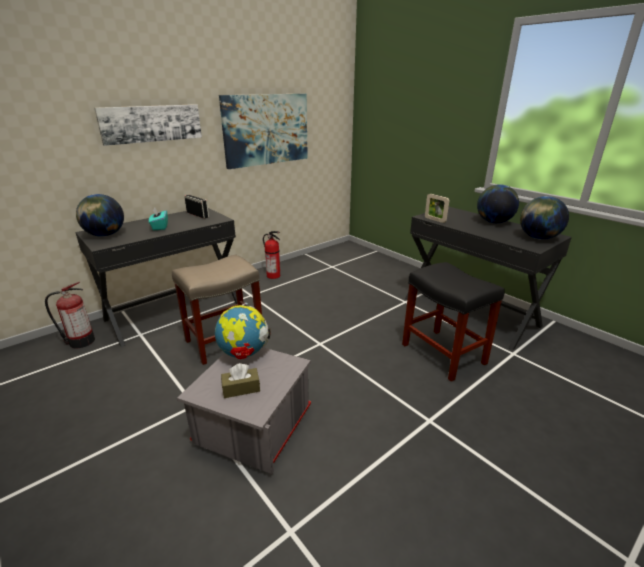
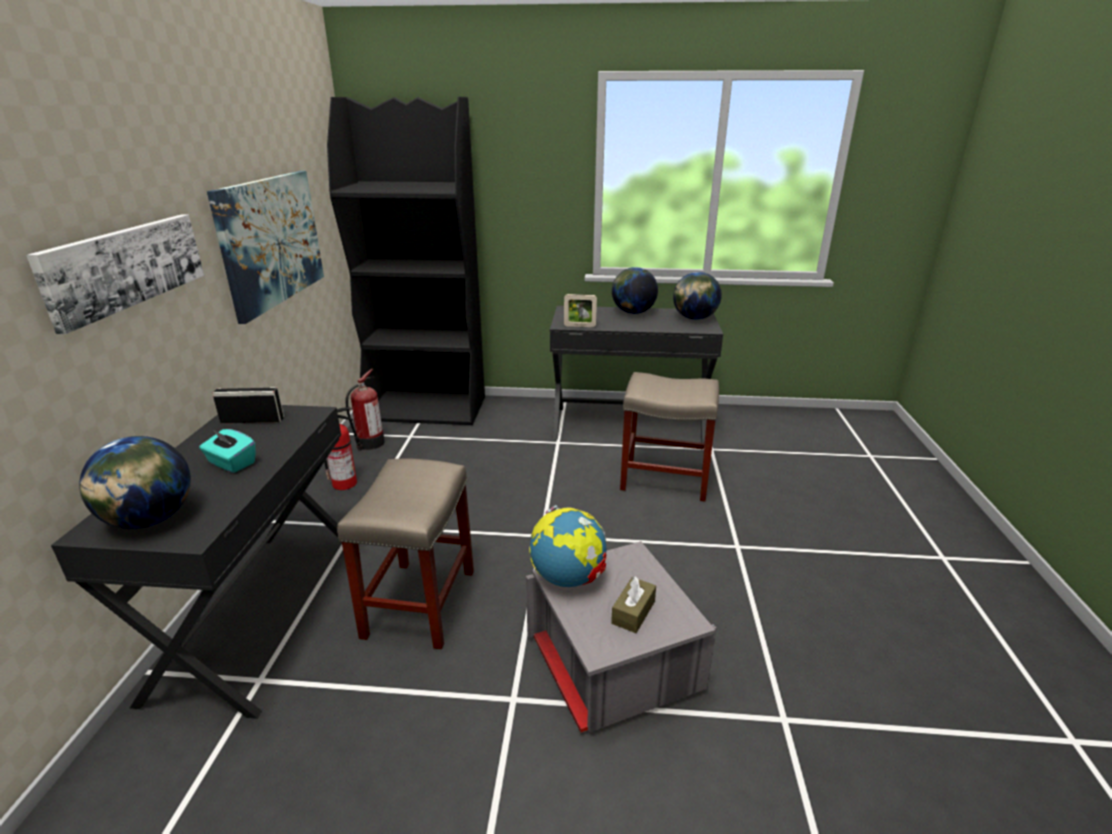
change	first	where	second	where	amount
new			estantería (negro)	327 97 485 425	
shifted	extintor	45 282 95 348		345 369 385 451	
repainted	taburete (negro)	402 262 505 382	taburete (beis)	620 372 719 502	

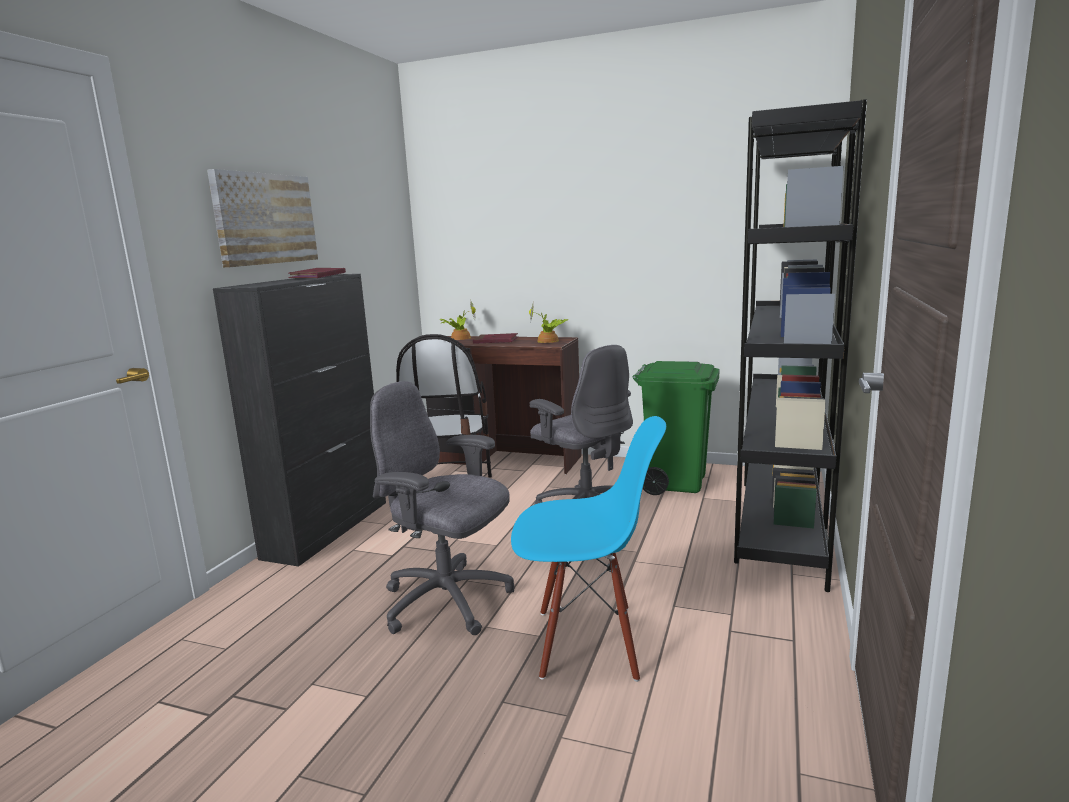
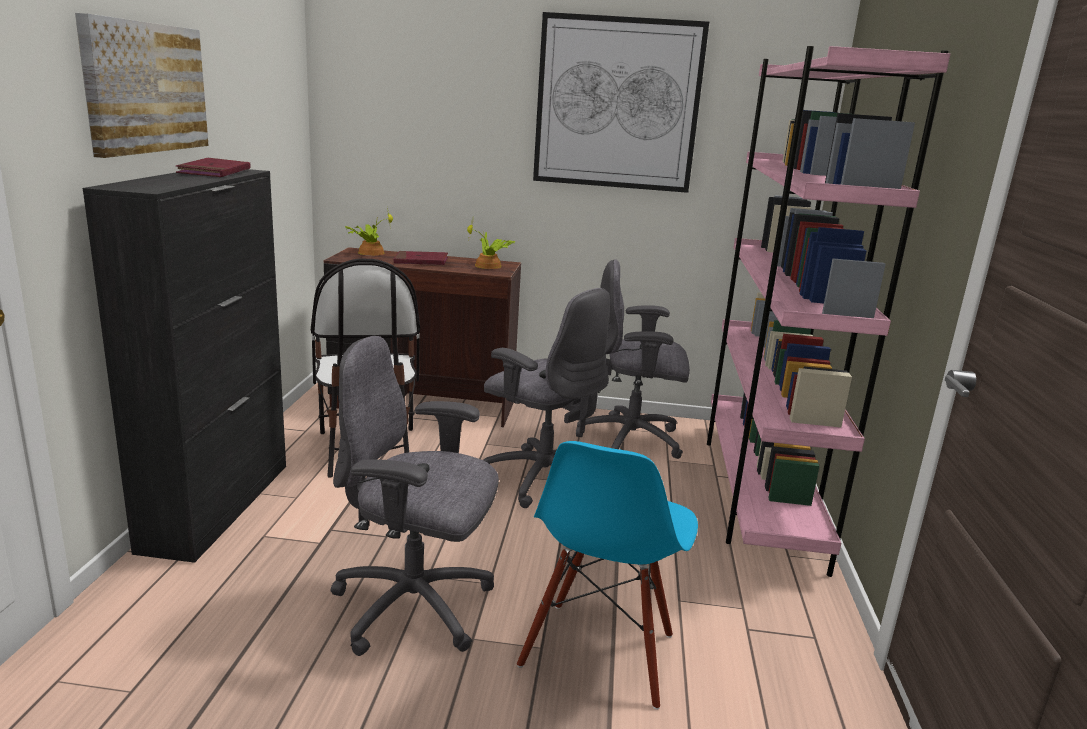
change	first	where	second	where	amount
new			cuadro	533 12 709 193	
swapped	papelera (verde)	633 361 720 495	silla de oficina (gris)	576 259 690 459	
repainted	estantería (negro)	734 99 867 592	estantería (rosa)	707 46 950 577	
rotated	silla (azul)	511 416 666 682		517 441 698 710	120 degrees clockwise

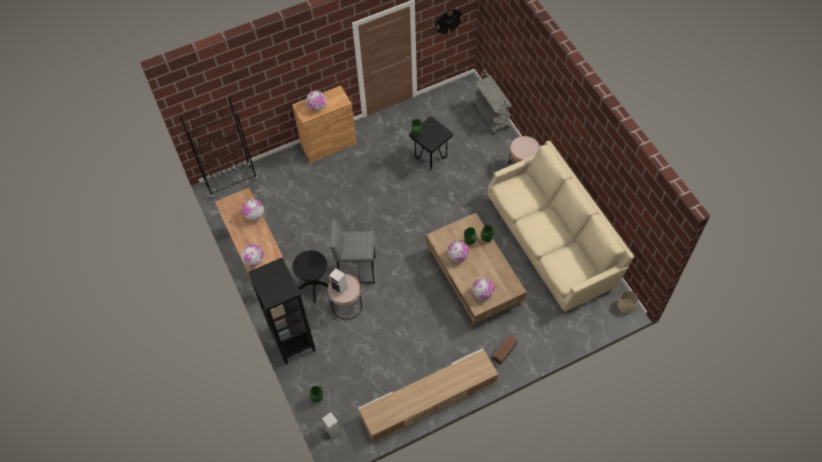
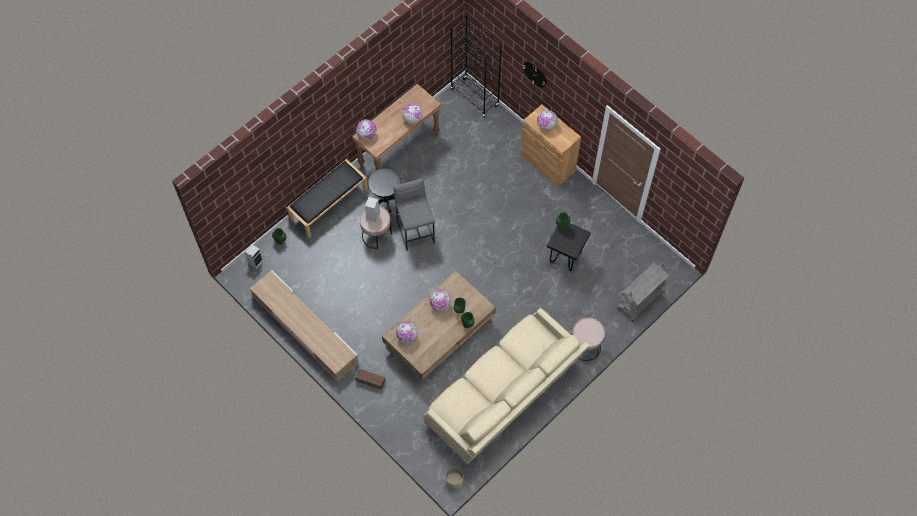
change	first	where	second	where	amount
shifted	reloj de pared	435 9 463 34		523 61 547 88	
swapped	estantería (negro)	248 257 315 364	banco (negro)	287 159 368 238	

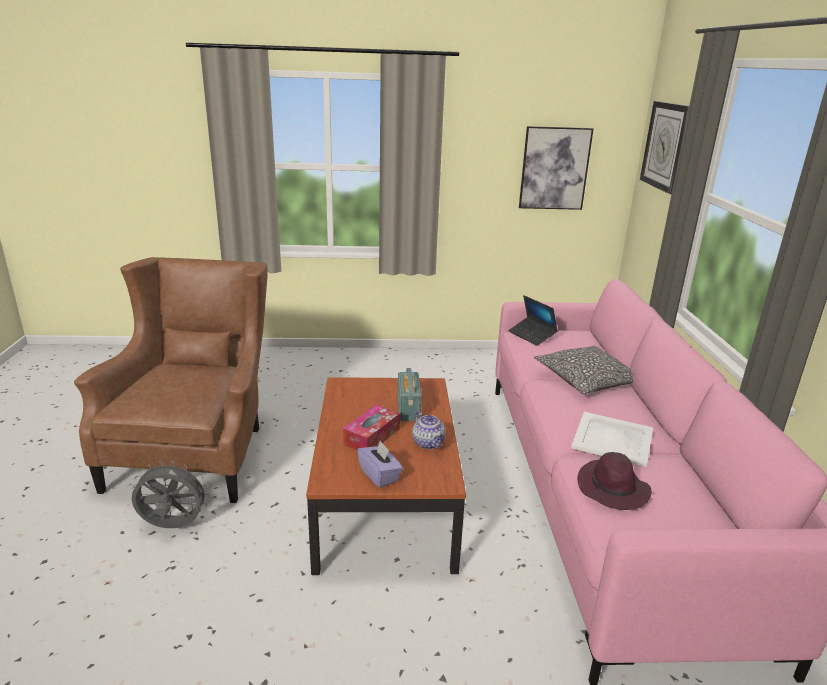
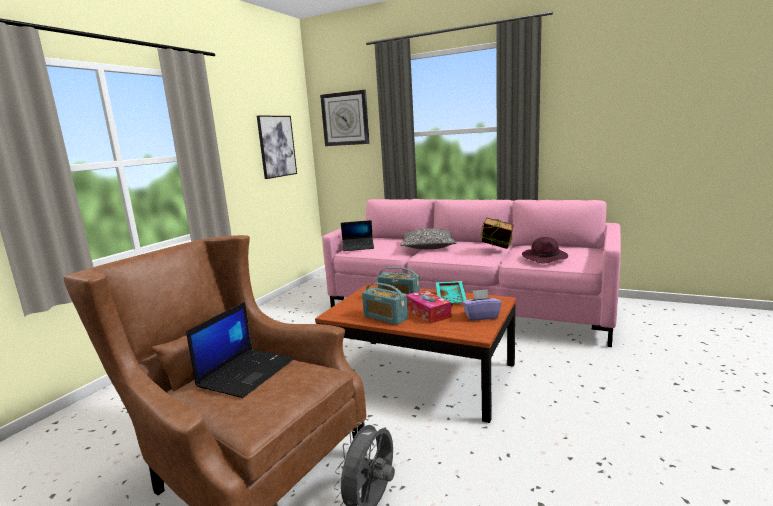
change	first	where	second	where	amount
new			portátil	186 302 294 398	
new			radio	362 283 408 325	
swapped	tetera	412 411 445 449	bandeja (turquesa)	436 281 467 305	
swapped	bandeja (blanco)	571 412 653 467	libro	481 217 513 249	

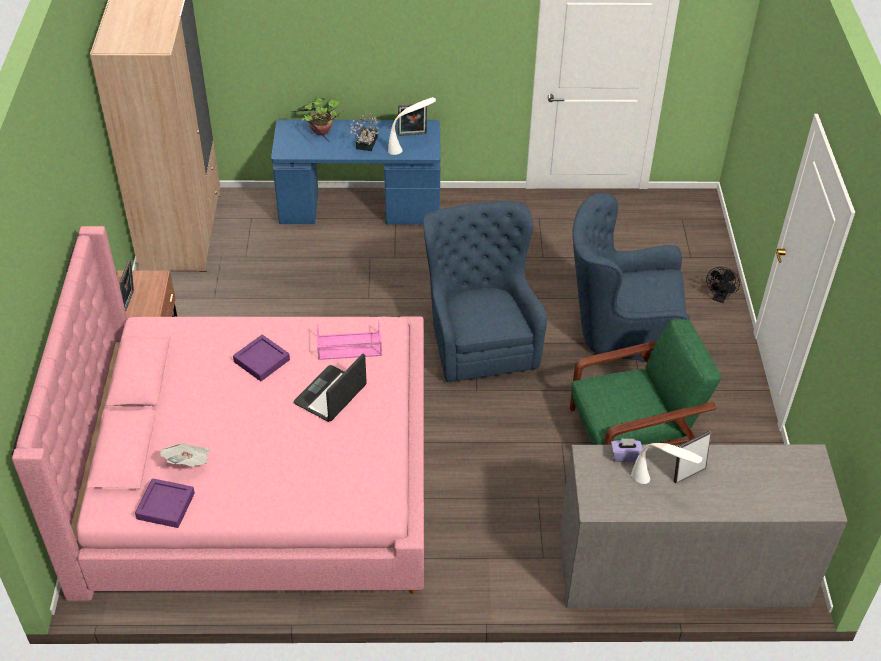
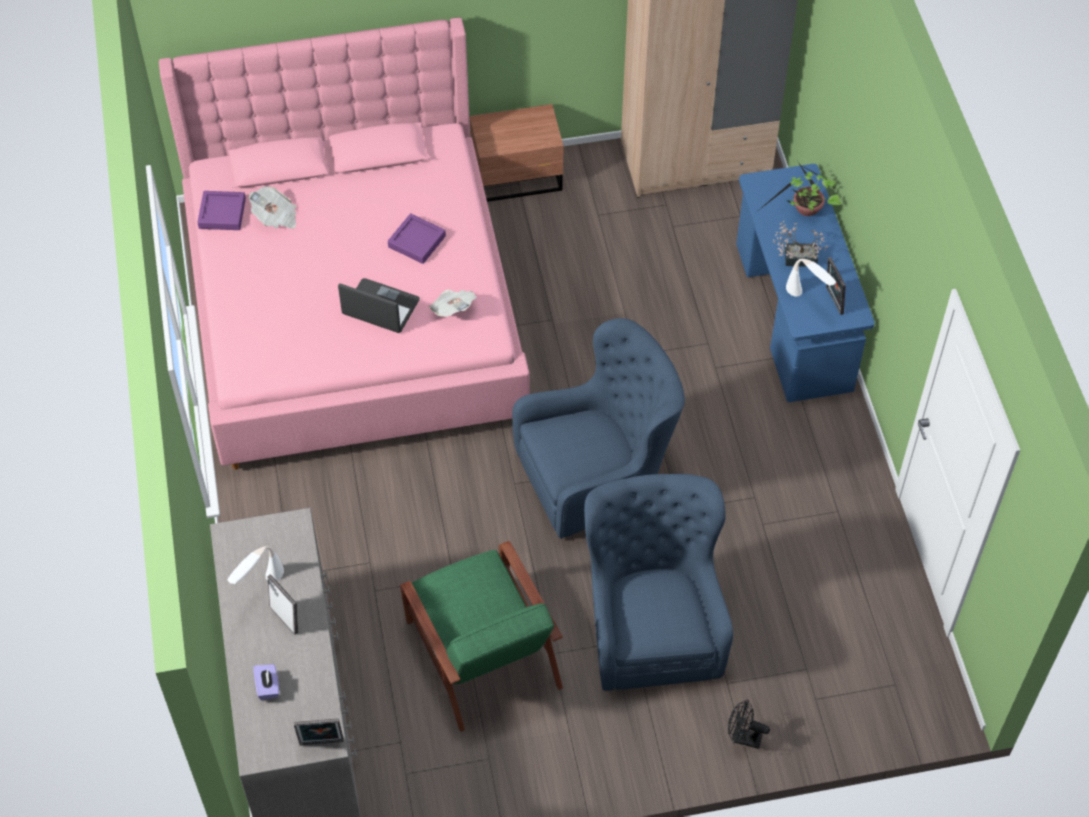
change	first	where	second	where	amount
shifted	portarretratos	119 260 134 311		294 718 344 745	
shifted	caja de pañuelos (morado)	611 438 643 462		254 664 279 700	
swapped	bandeja (rosa)	317 320 382 360	periódico	428 289 476 317	

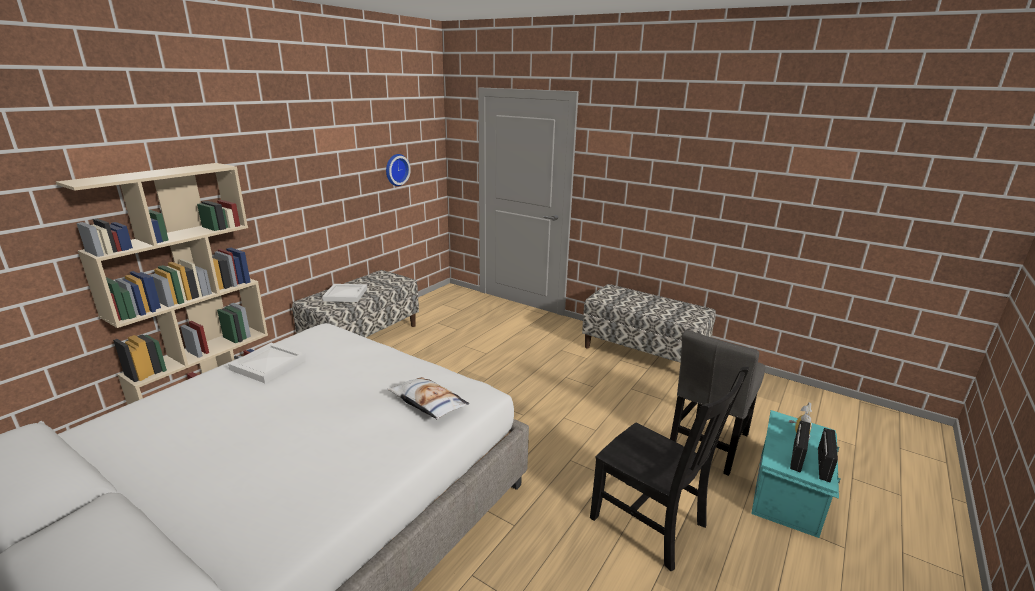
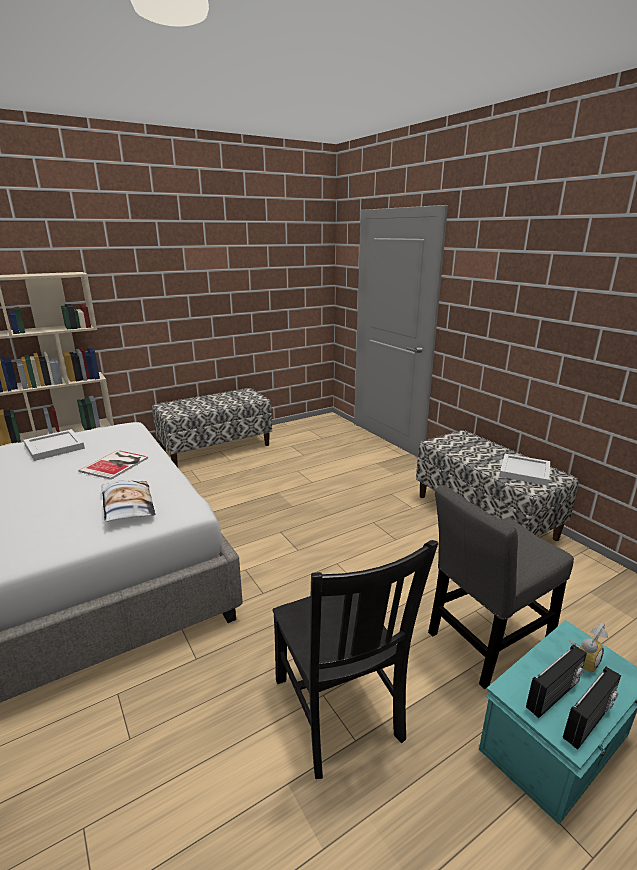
change	first	where	second	where	amount
gone	reloj de pared	386 154 411 186			
new			libro	79 450 148 480	
shifted	bandeja (blanco)	322 284 367 302		499 454 550 486	

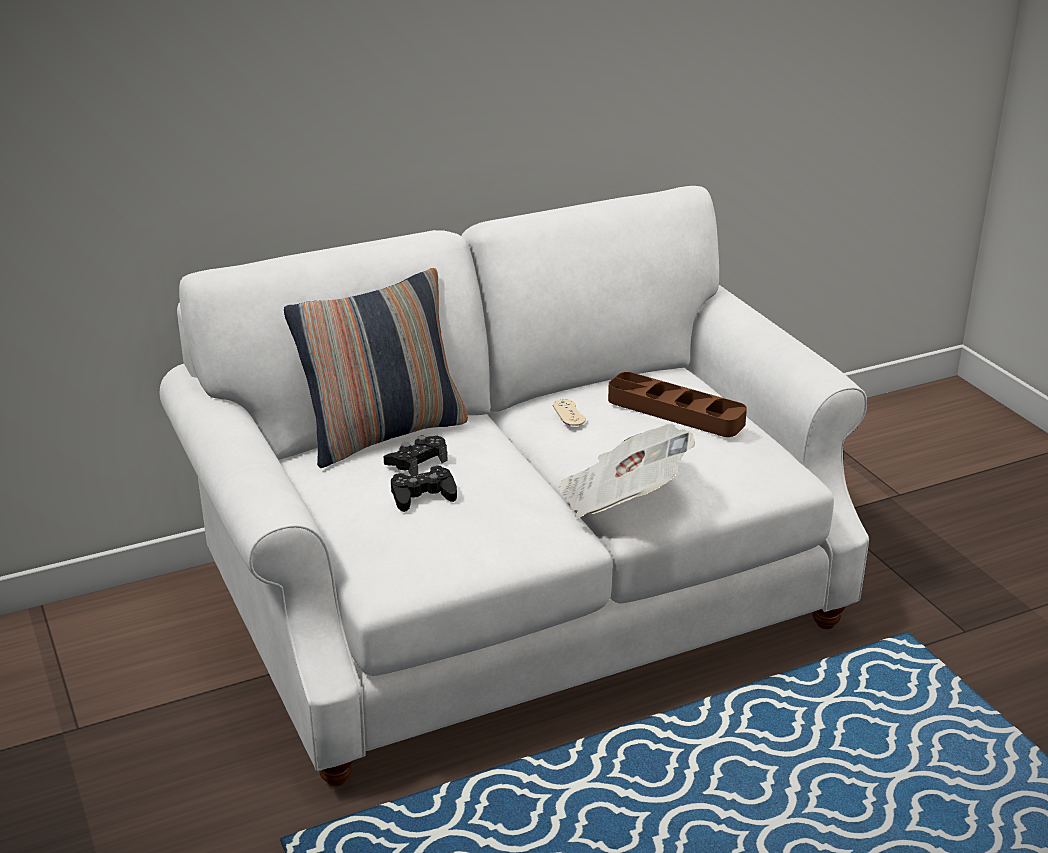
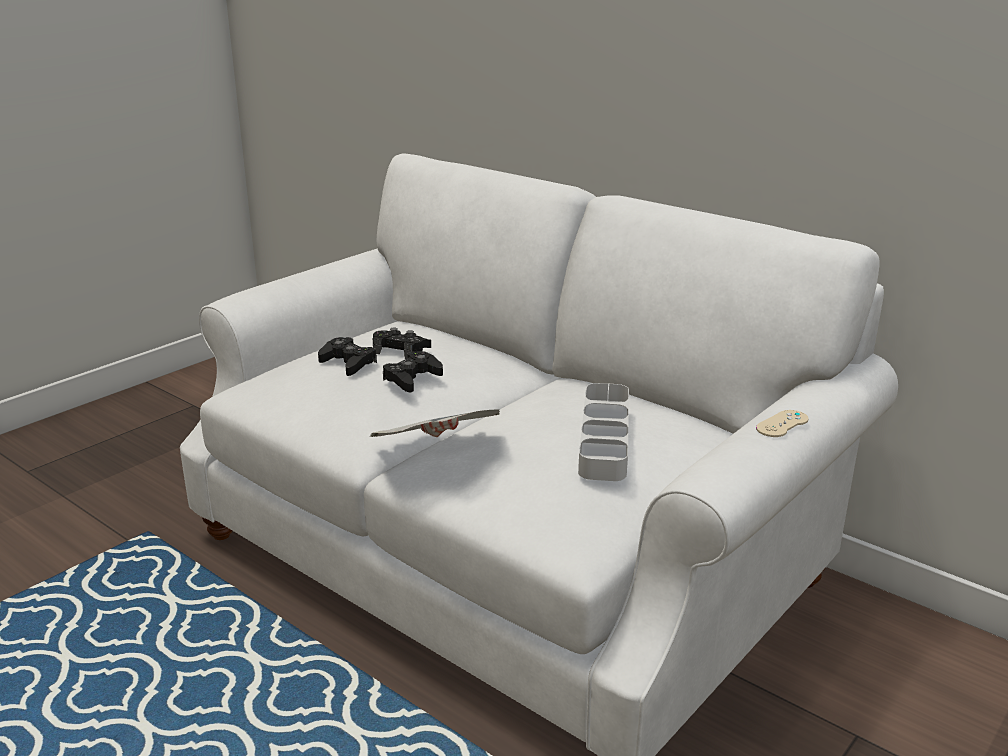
change	first	where	second	where	amount
gone	cojín	284 268 468 468			
new			mando de consola (negro)	383 351 443 393	
shifted	mando de consola (beis)	553 399 586 426		756 410 809 437	
repainted	bandeja (marrón)	608 372 747 437	bandeja (gris)	578 383 629 481	

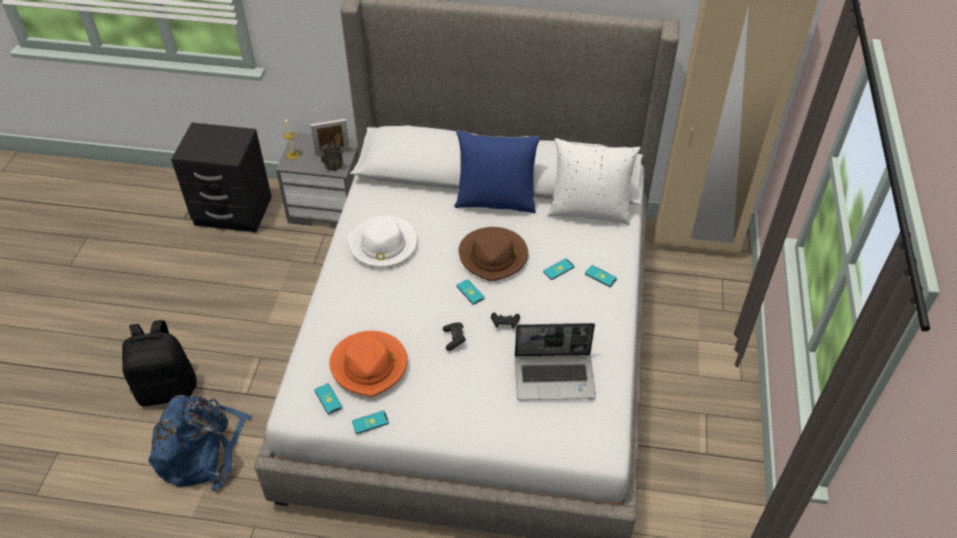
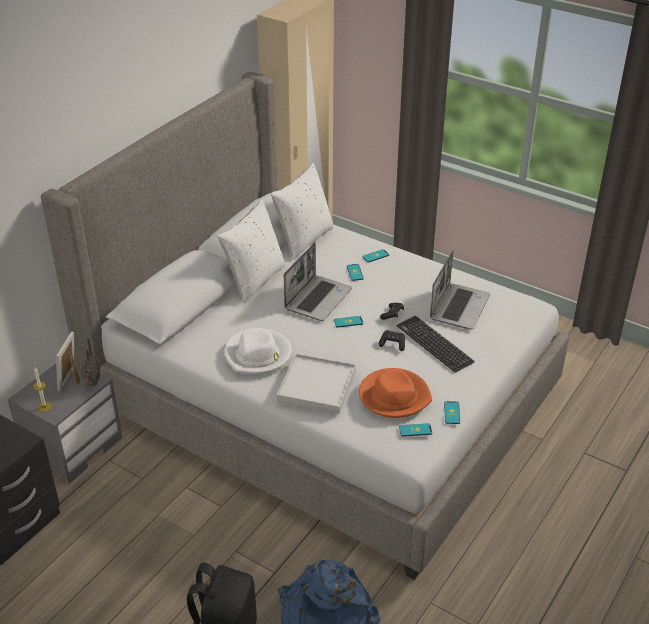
change	first	where	second	where	amount
new			bandeja (blanco)	277 354 356 414	
new			teclado	397 316 474 372	
swapped	sombrero (marrón)	459 227 528 281	portátil	284 242 352 321	
repainted	cojín (azul)	454 130 541 213	cojín (blanco)	217 199 286 303	

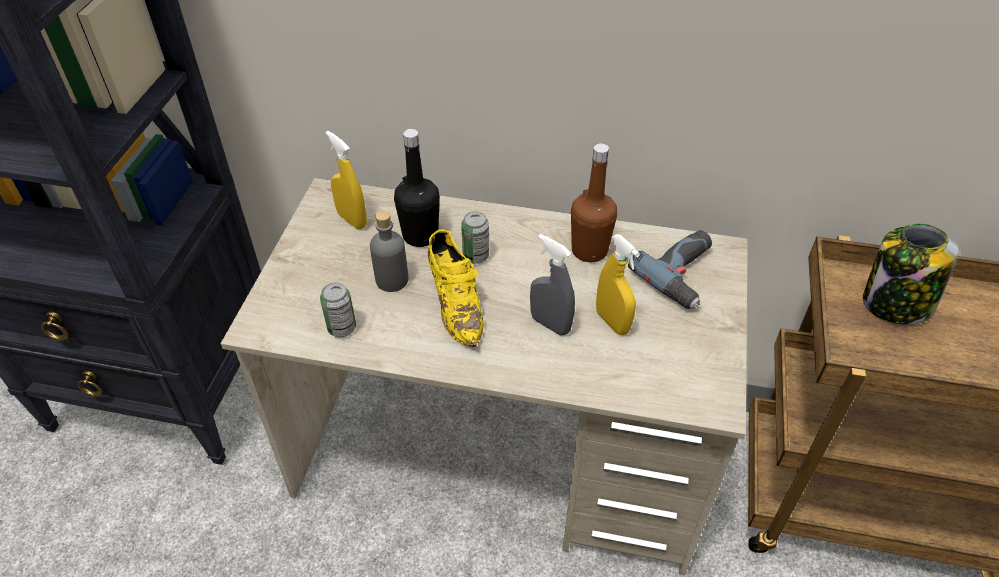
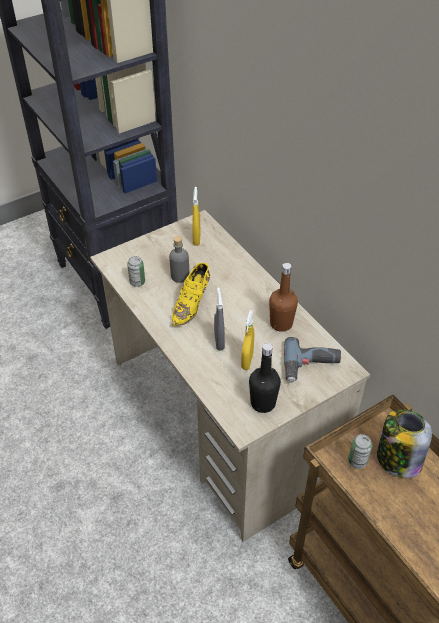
change	first	where	second	where	amount
shifted	botella (negro)	394 129 440 247		249 343 281 413	
shifted	lata	461 211 489 264		348 434 372 469	

